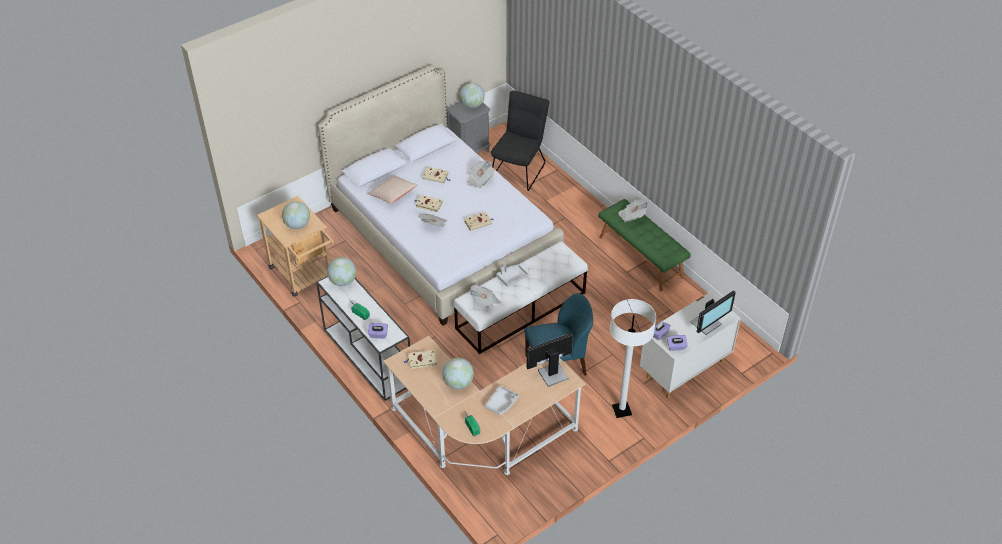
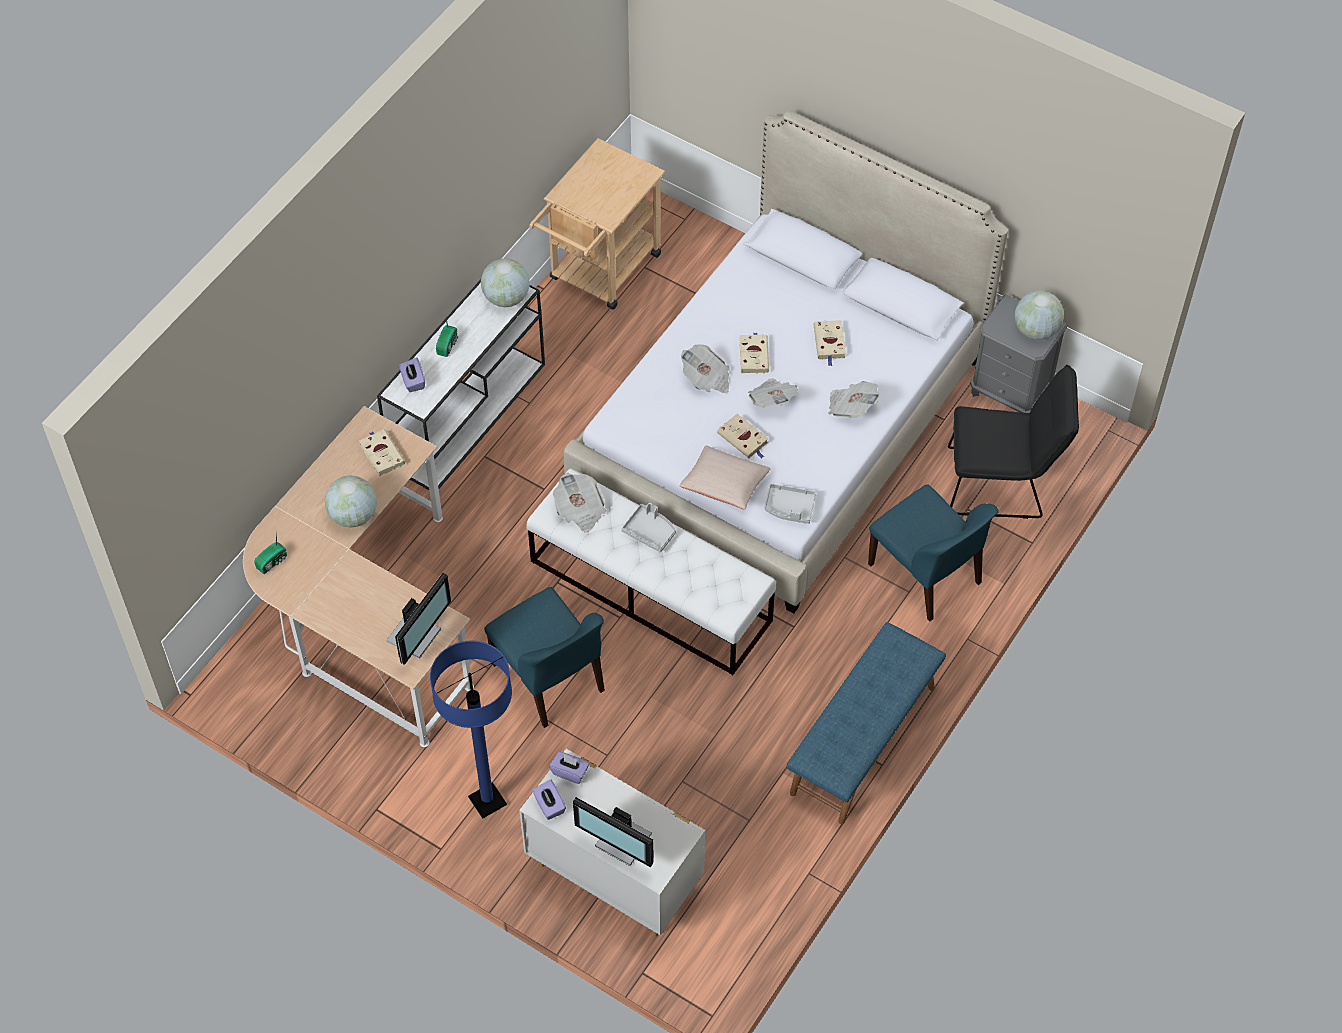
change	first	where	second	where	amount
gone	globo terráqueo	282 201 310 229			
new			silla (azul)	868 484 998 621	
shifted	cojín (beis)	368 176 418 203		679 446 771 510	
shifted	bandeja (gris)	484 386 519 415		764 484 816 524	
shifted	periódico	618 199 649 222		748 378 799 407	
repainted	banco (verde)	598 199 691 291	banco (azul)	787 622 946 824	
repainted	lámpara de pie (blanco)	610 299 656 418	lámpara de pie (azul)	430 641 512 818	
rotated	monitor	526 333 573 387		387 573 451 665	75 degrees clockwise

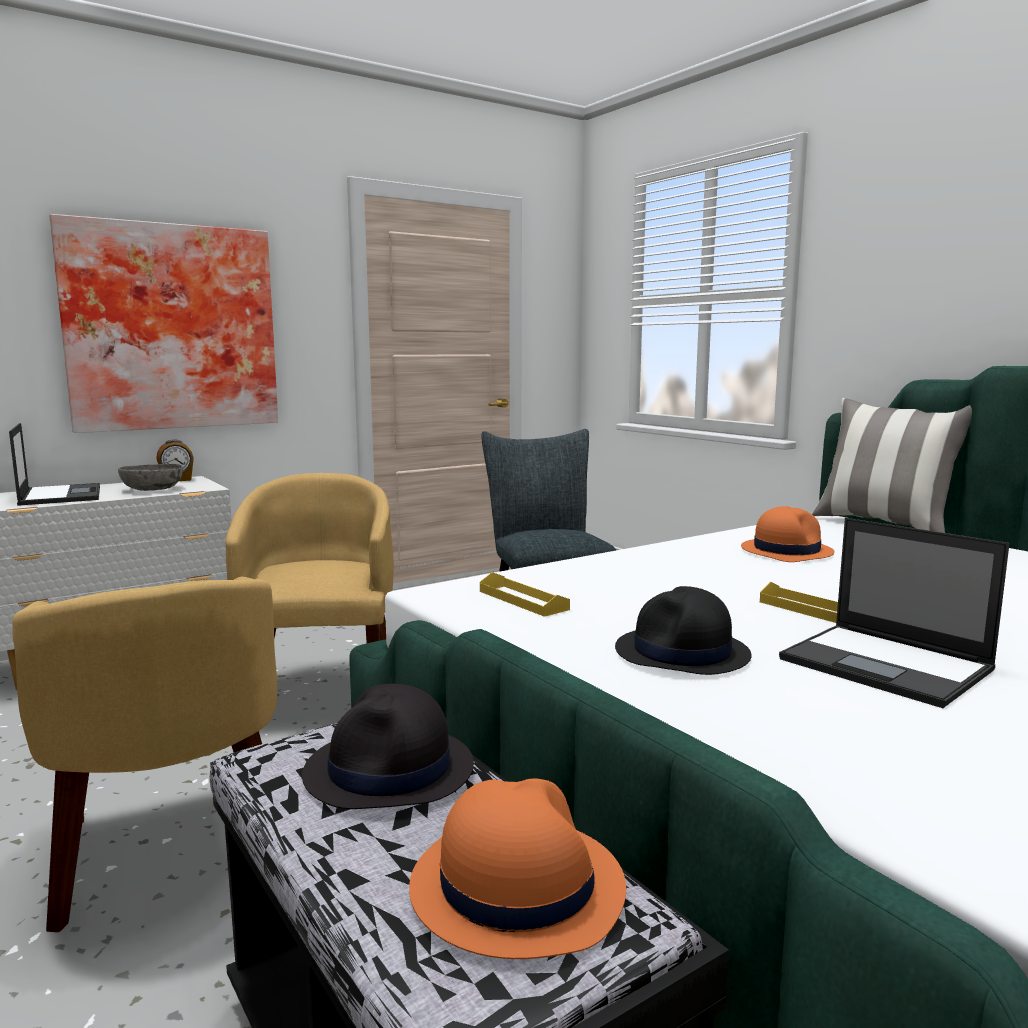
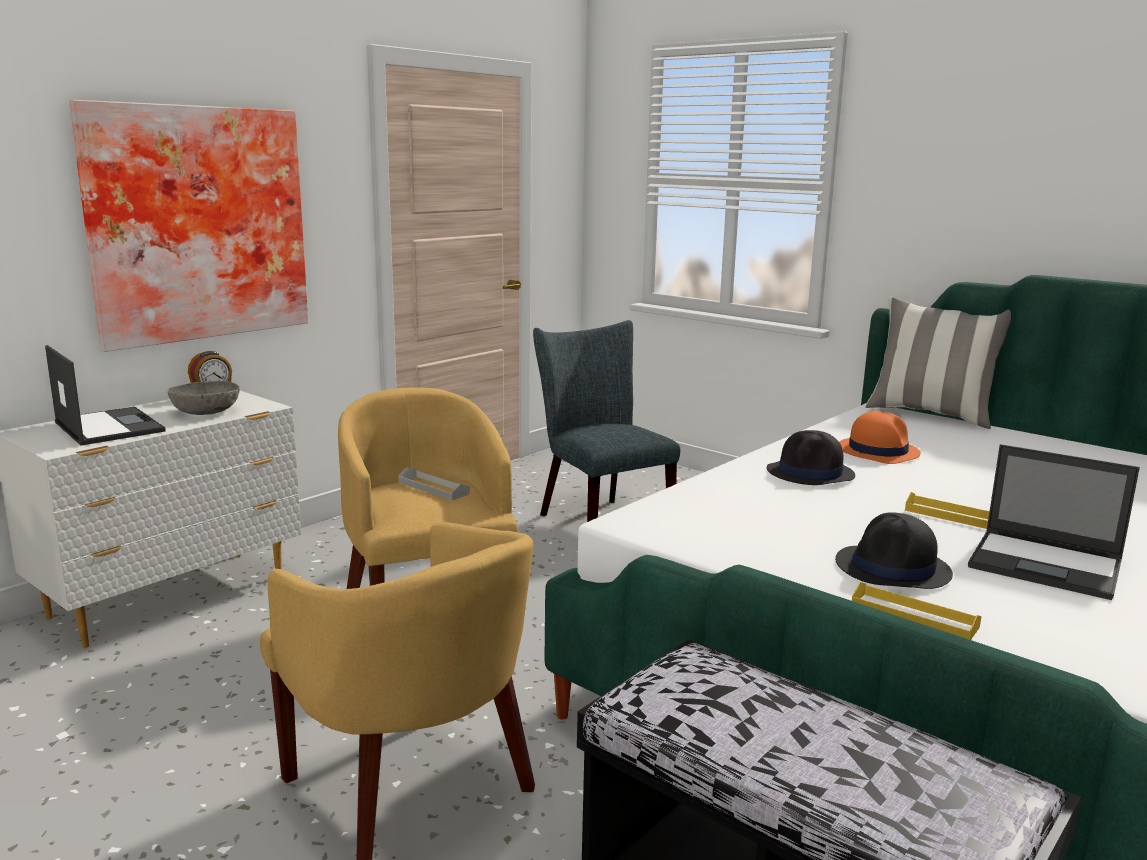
change	first	where	second	where	amount
gone	sombrero (naranja)	409 778 626 959			
new			bandeja (gris)	398 467 470 501	
shifted	sombrero (negro)	302 684 474 809		767 430 855 485	
shifted	bandeja (amarillo)	480 572 570 617		852 582 982 640	

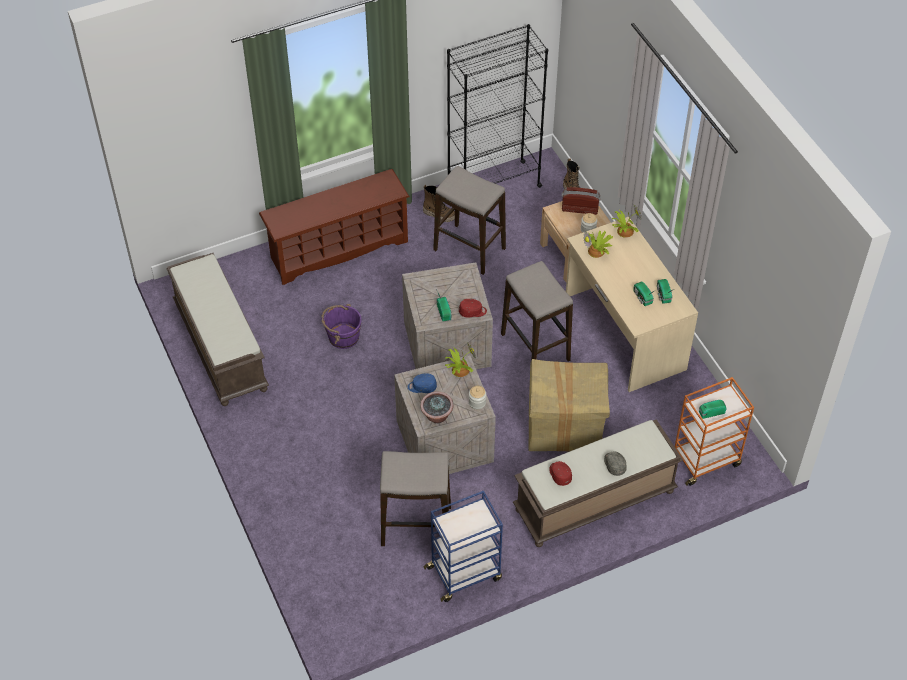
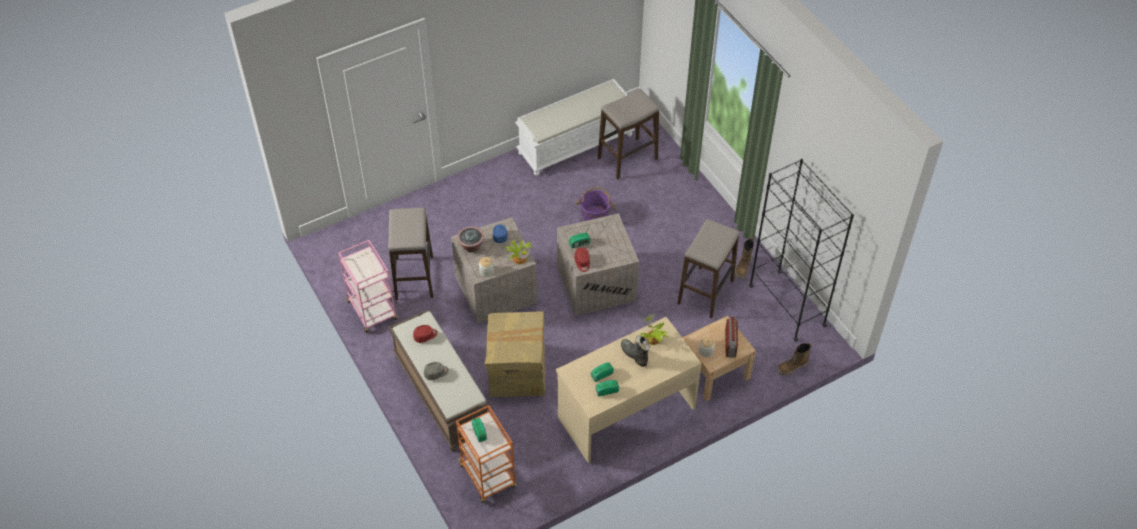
change	first	where	second	where	amount
gone	zapatero (marrón)	259 169 410 285			
gone	planta en maceta	612 204 642 238			
new			bota (negro)	621 335 650 367	
shifted	taburete	501 261 573 362		598 89 659 180	
repainted	banco (marrón)	166 253 269 406	banco (blanco)	515 79 635 176	
repainted	carrito (azul)	424 491 503 602	carrito (rosa)	338 240 398 333	

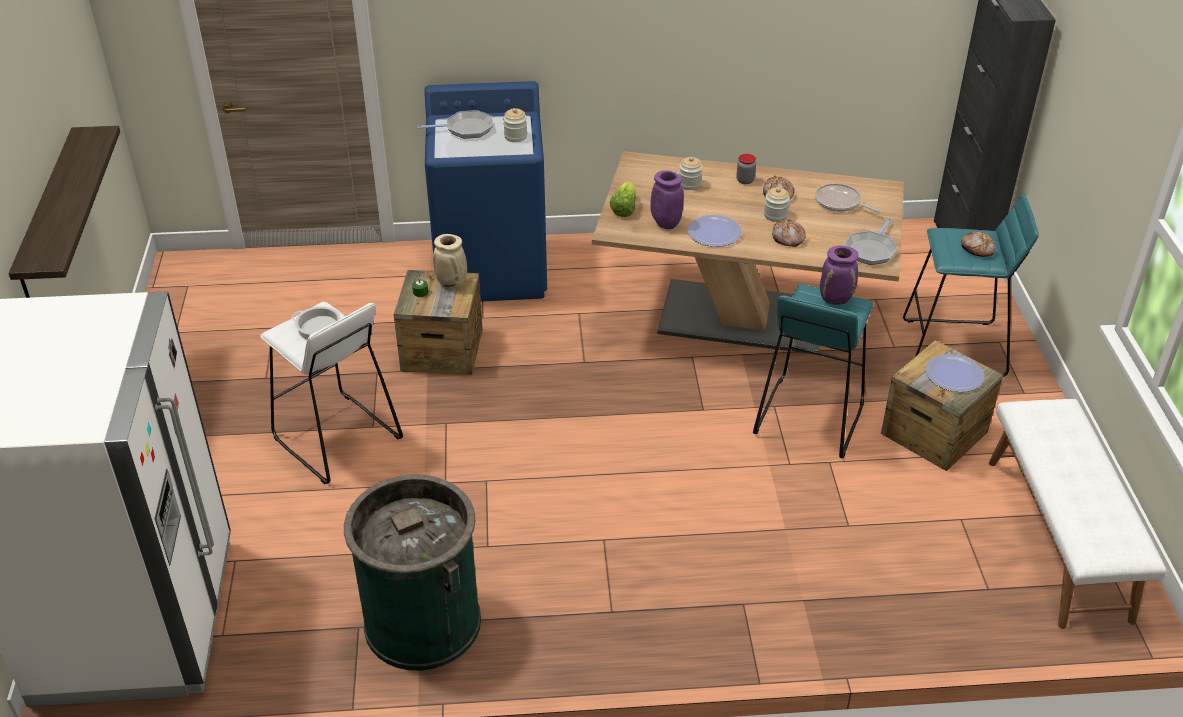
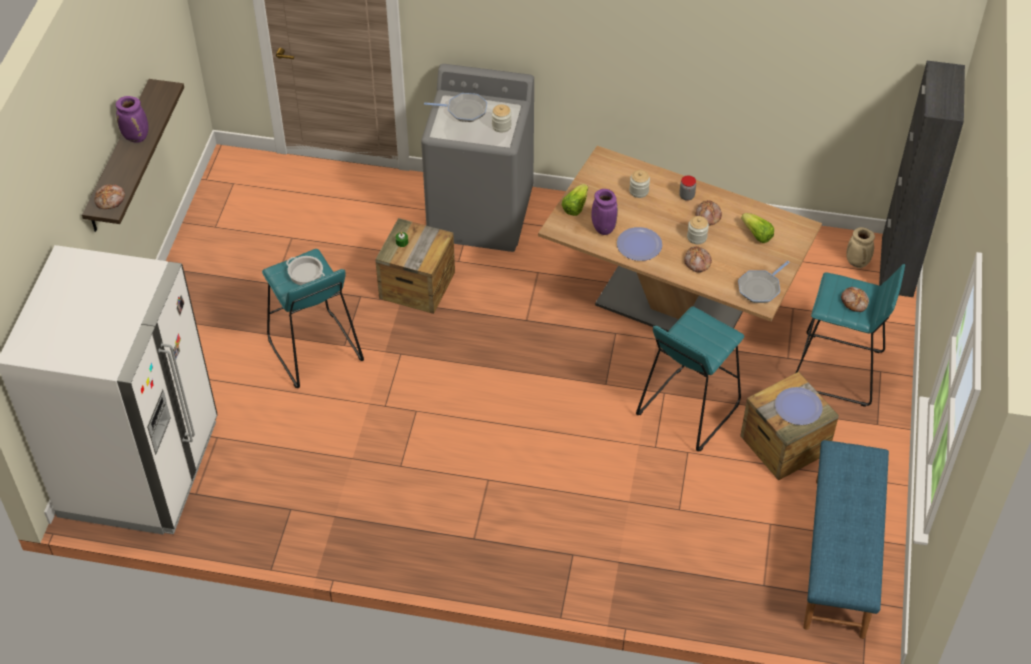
change	first	where	second	where	amount
gone	papelera (verde)	344 474 481 671			
new			pan	95 185 125 209	
shifted	florero (beis)	433 234 467 289		846 227 875 268	
shifted	florero (morado)	820 246 858 305		116 96 149 143	
swapped	sartén	815 183 882 213	lechuga	741 213 774 243	
repainted	taburete (blanco)	260 302 403 484	taburete (turquesa)	262 249 364 388	
repainted	lavadora (azul)	425 81 547 301	lavadora (gris)	421 64 534 252	
repainted	banco (blanco)	989 399 1167 629	banco (azul)	803 440 889 639	

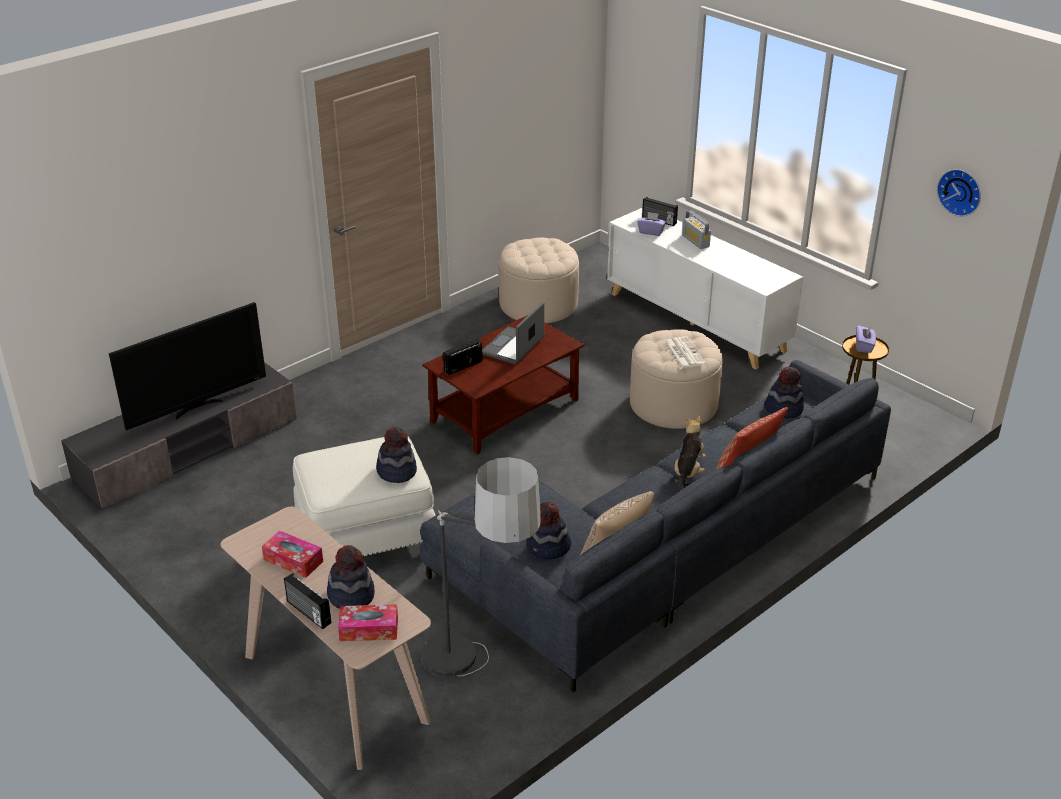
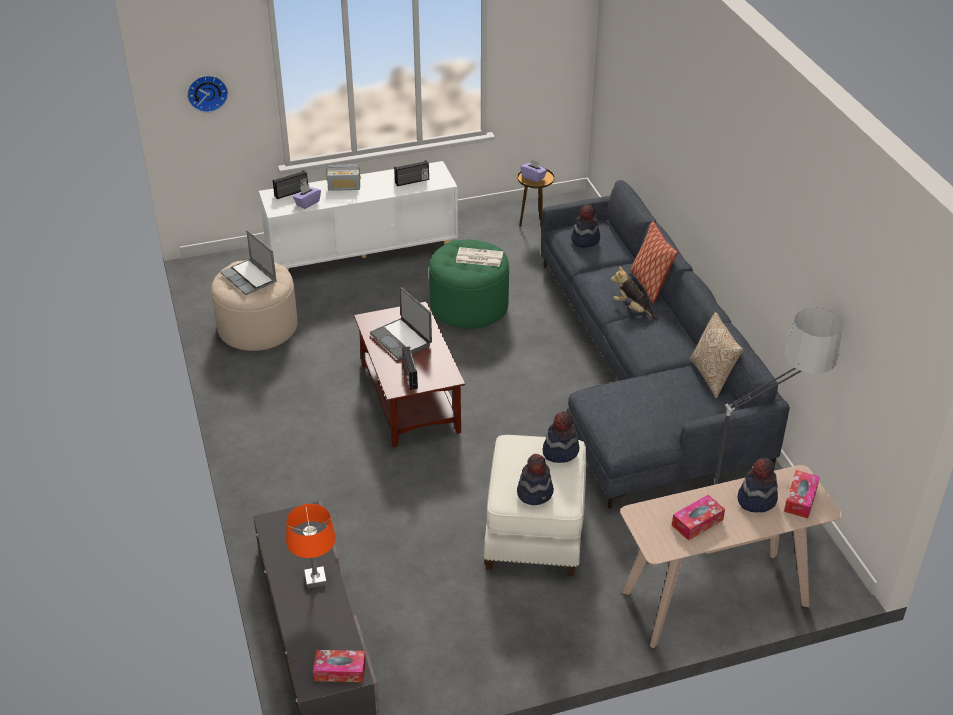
change	first	where	second	where	amount
new			portátil	220 230 277 295	
new			caja de pañuelos	313 650 366 682	
shifted	radio	284 573 331 629		394 160 429 186	
shifted	sombrero	526 502 571 559		517 454 554 505	
shifted	reloj de pared	937 169 981 217		187 75 228 113	
swapped	televisor	109 302 266 430	lámpara de mesa (naranja)	286 504 336 589	
repainted	puf (beis)	630 329 723 429	puf (verde)	429 239 509 329	

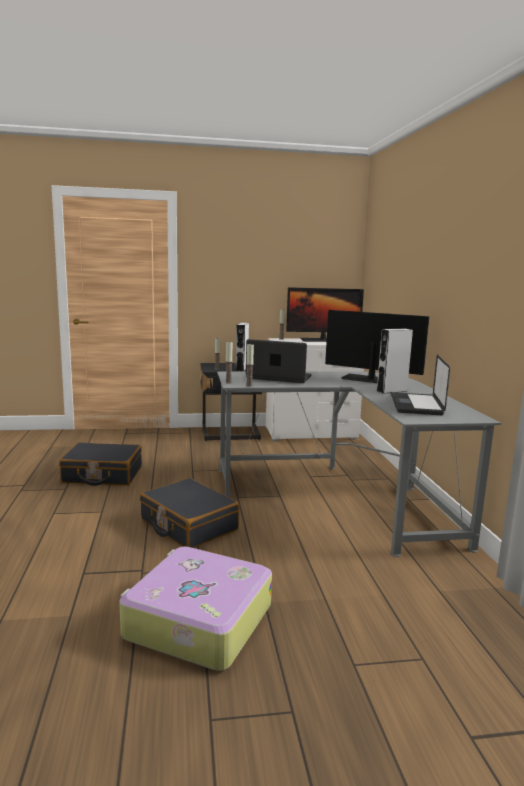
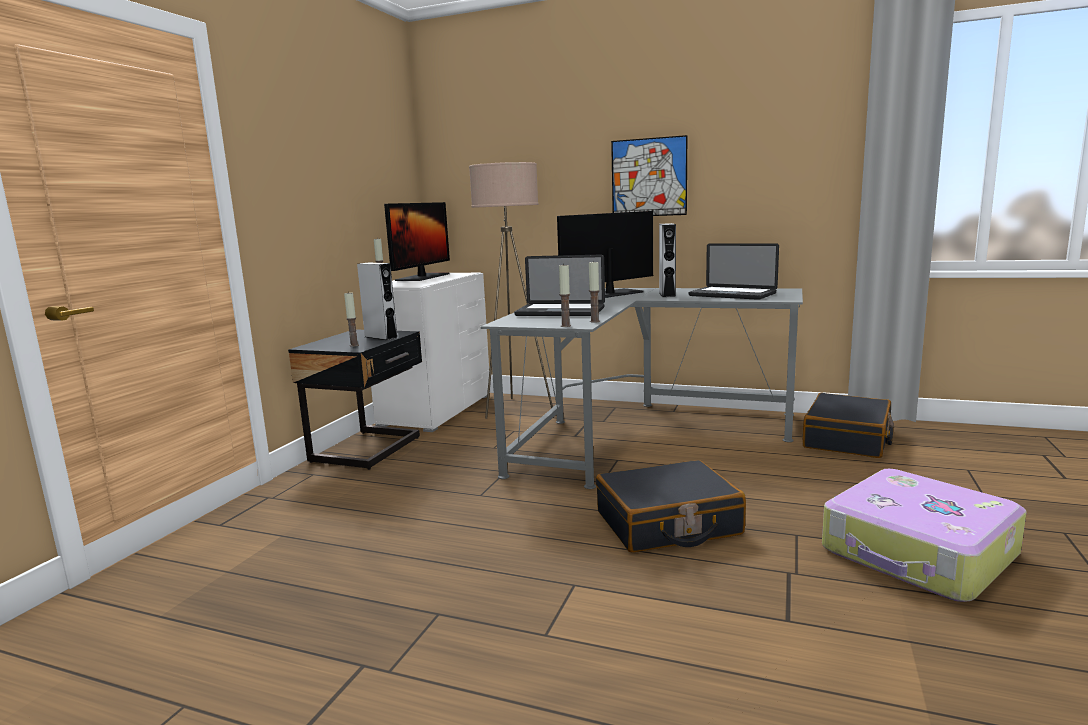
change	first	where	second	where	amount
new			lámpara de pie (beis)	469 162 553 419	
new			cuadro	611 135 687 216	
shifted	maleta (negro)	59 442 142 486		803 393 894 458	
rotated	portátil	246 339 311 383		514 255 605 316	120 degrees counterclockwise

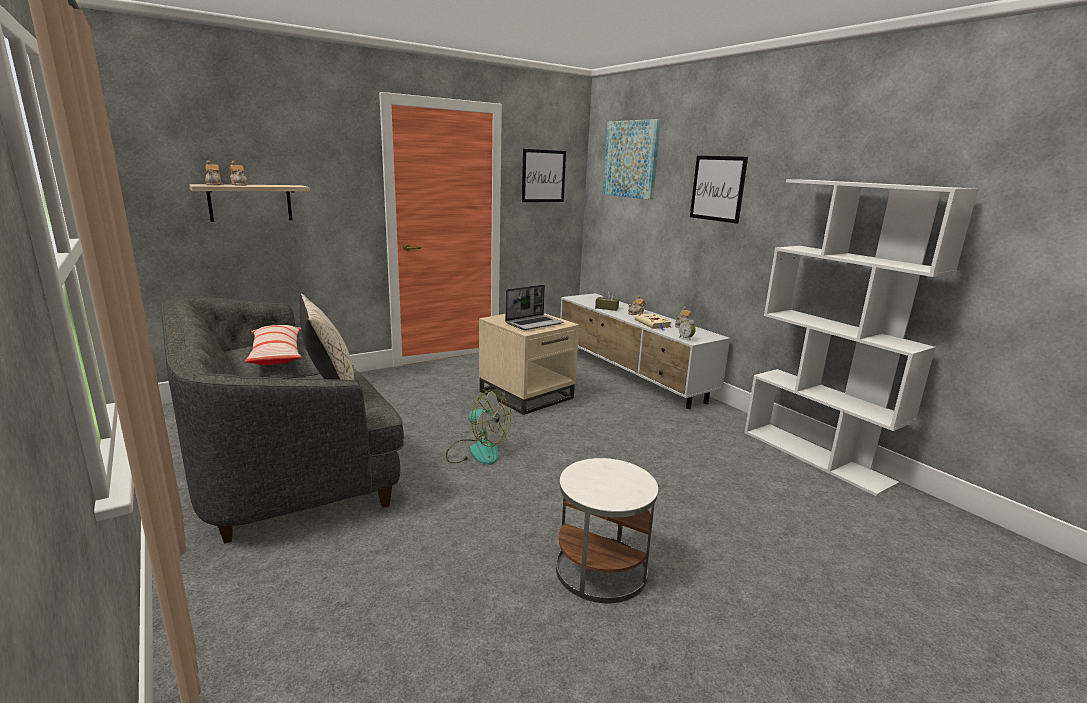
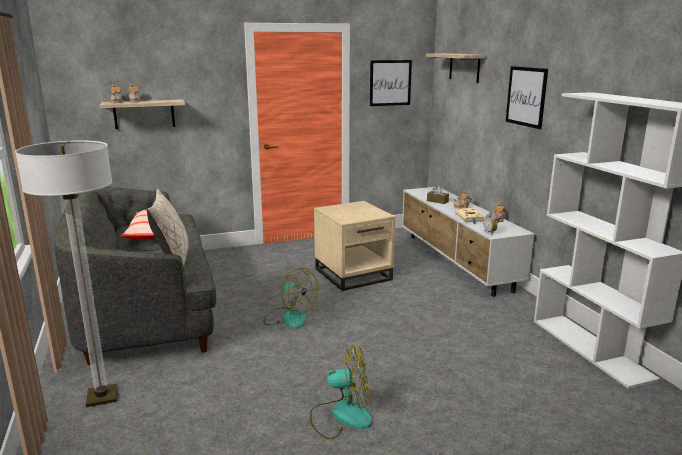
change	first	where	second	where	amount
gone	portátil	505 285 563 330			
new			lámpara de pie	15 140 118 407	
swapped	mesa auxiliar (blanco)	556 458 658 603	ventilador	310 345 372 439	
swapped	cuadro	603 119 661 200	estante	426 53 486 83	

